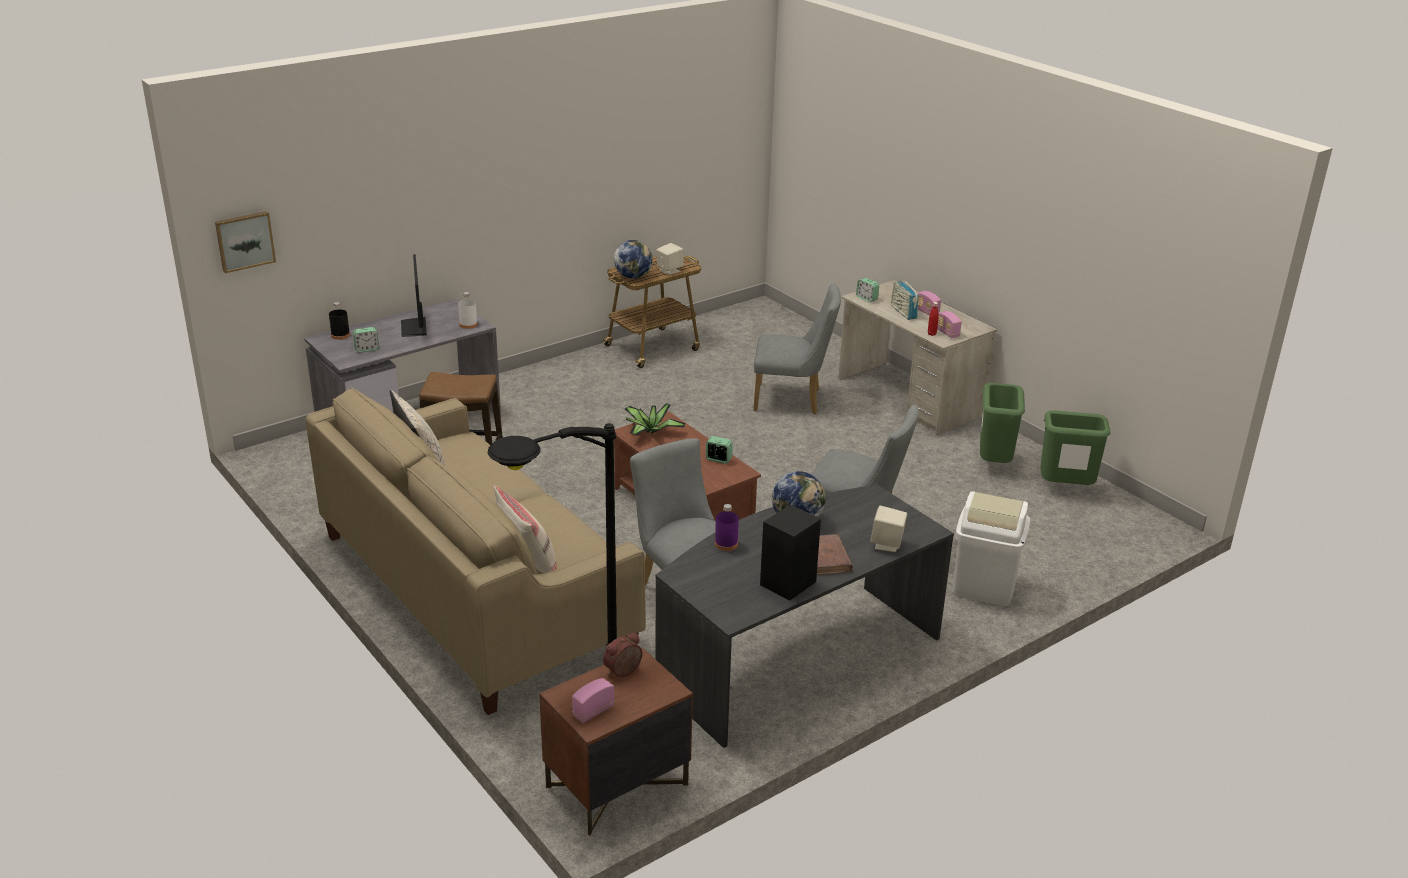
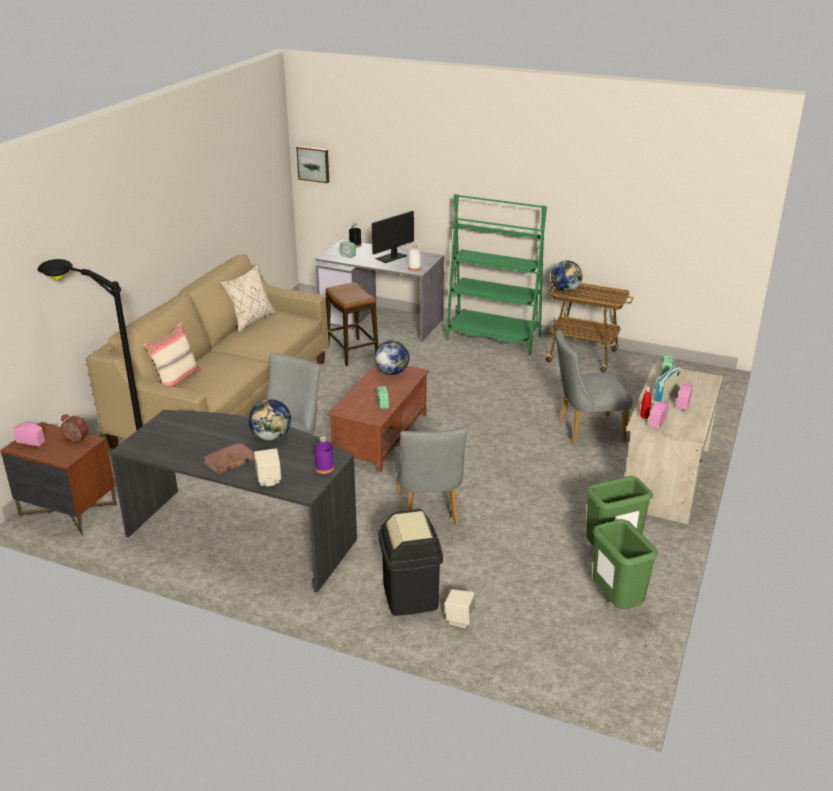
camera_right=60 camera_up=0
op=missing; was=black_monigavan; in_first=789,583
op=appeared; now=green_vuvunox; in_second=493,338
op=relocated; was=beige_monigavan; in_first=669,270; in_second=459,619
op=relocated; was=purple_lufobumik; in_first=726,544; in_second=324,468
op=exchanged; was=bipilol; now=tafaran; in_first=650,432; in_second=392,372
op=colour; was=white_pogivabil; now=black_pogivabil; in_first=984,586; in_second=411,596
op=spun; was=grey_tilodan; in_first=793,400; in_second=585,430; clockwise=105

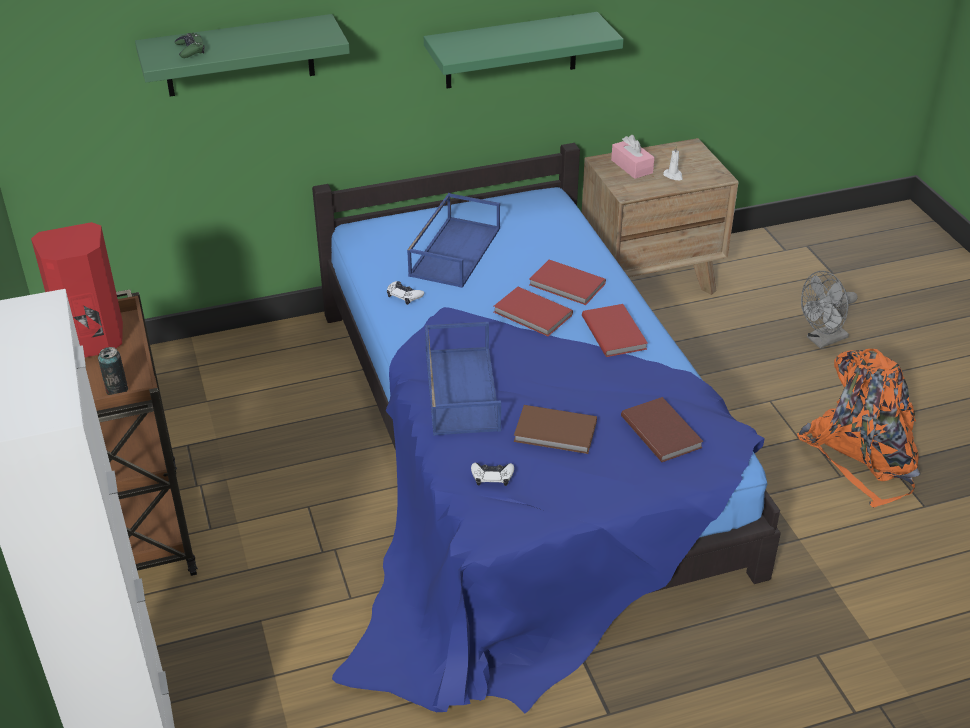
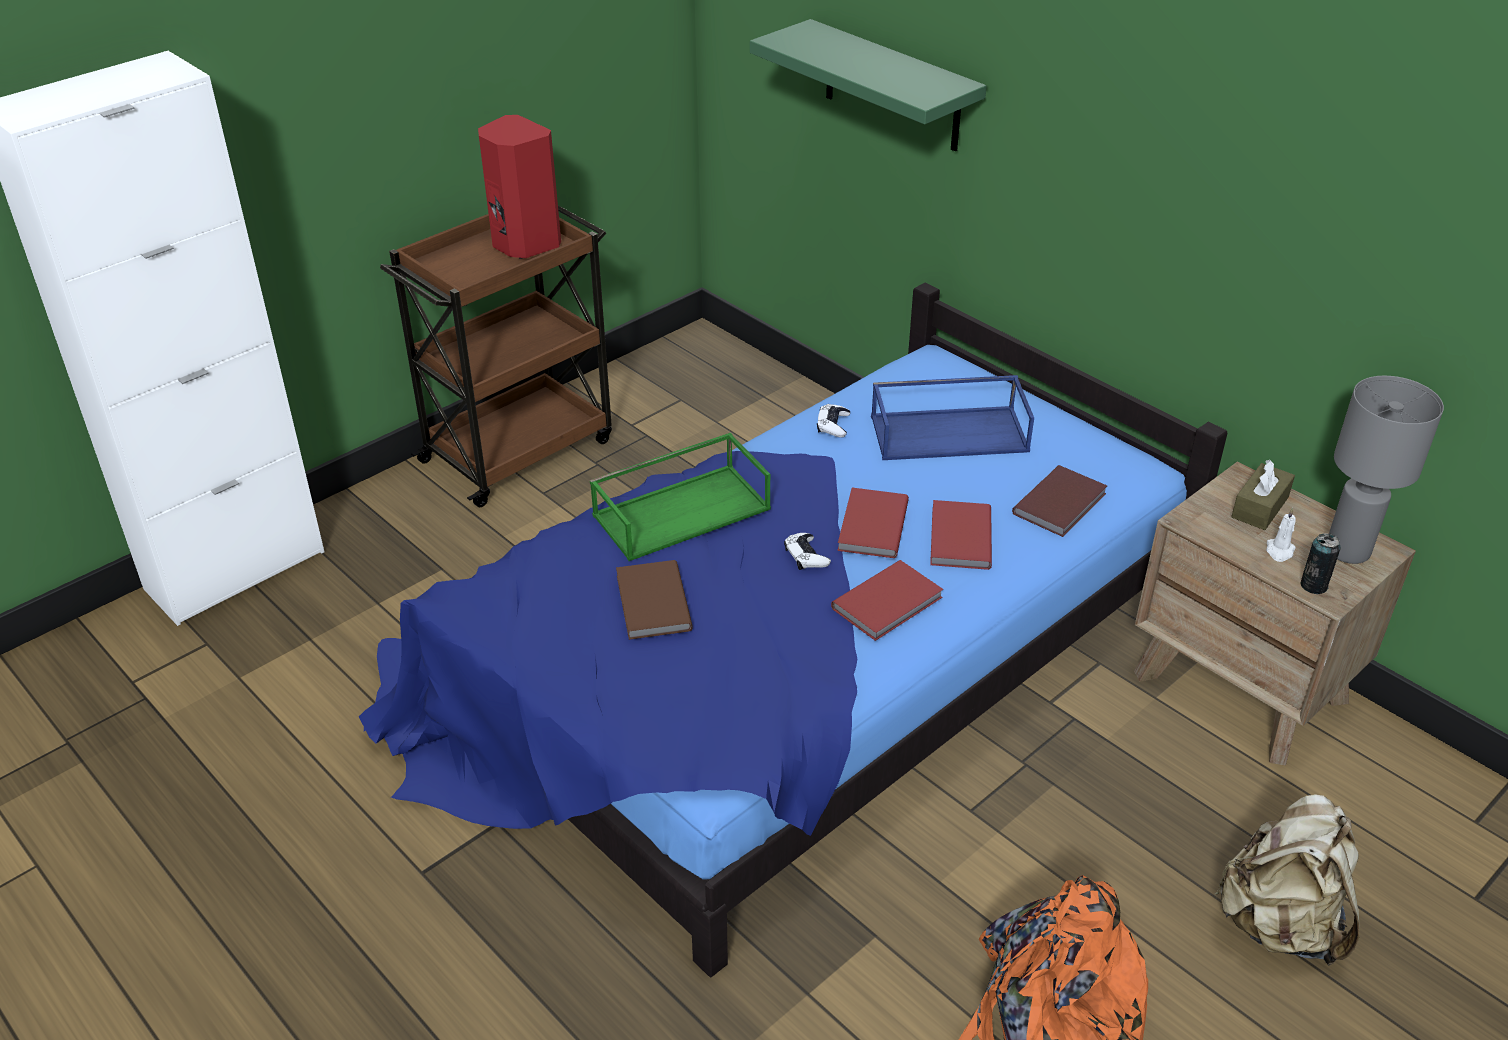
camera_right=65 camera_up=0
op=missing; was=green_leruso; in_first=190,50
op=missing; was=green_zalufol; in_first=511,51
op=appeared; now=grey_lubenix; in_second=1349,551
op=relocated; was=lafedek; in_first=117,390; in_second=1313,585
op=relocated; was=white_leruso; in_first=492,476; in_second=806,556
op=relocated; was=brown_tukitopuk; in_first=662,431; in_second=1062,504
op=exchanged; was=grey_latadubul; now=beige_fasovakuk; in_first=822,340; in_second=1279,923
op=colour; was=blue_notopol; now=green_notopol; in_first=460,389; in_second=682,510
op=colour; was=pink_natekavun; now=brown_natekavun; in_first=631,166; in_second=1260,507

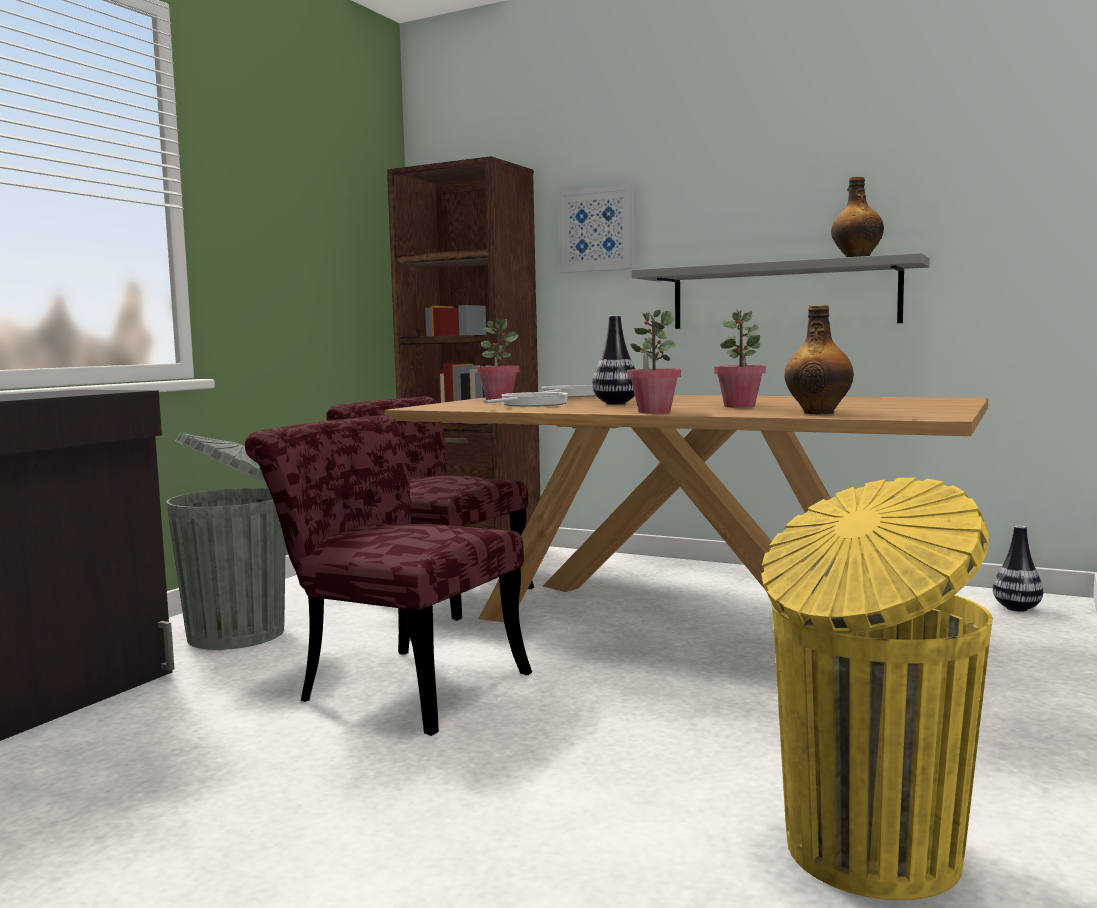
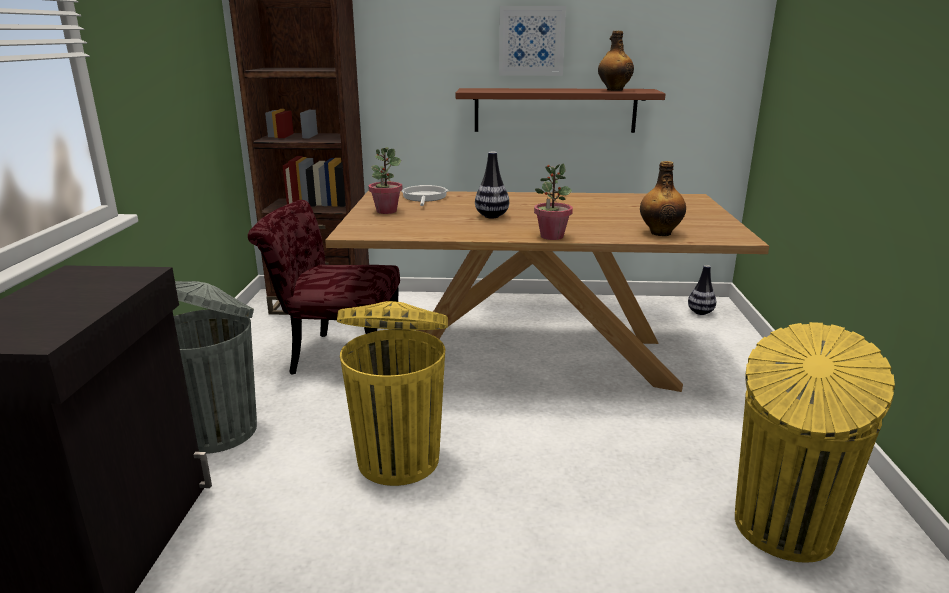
camera_right=-25 camera_up=15
op=missing; was=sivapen; in_first=531,404
op=missing; was=bipilol; in_first=739,406
op=relocated; was=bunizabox; in_first=597,230; in_second=531,41
op=exchanged; was=red_tilodan; now=yellow_pogivabil; in_first=397,684; in_second=399,458
op=colour; was=grey_zalufol; now=brown_zalufol; in_first=783,296; in_second=555,110

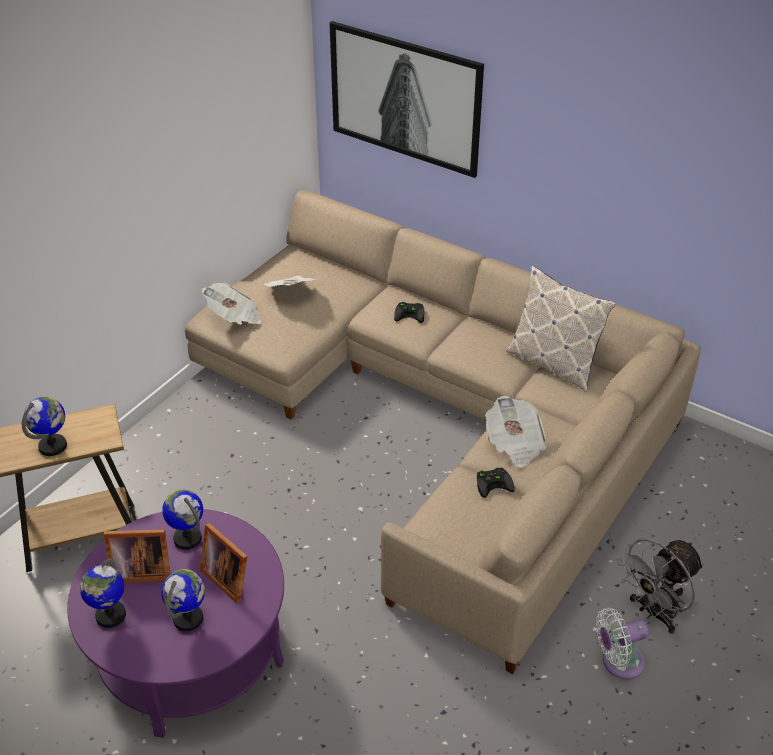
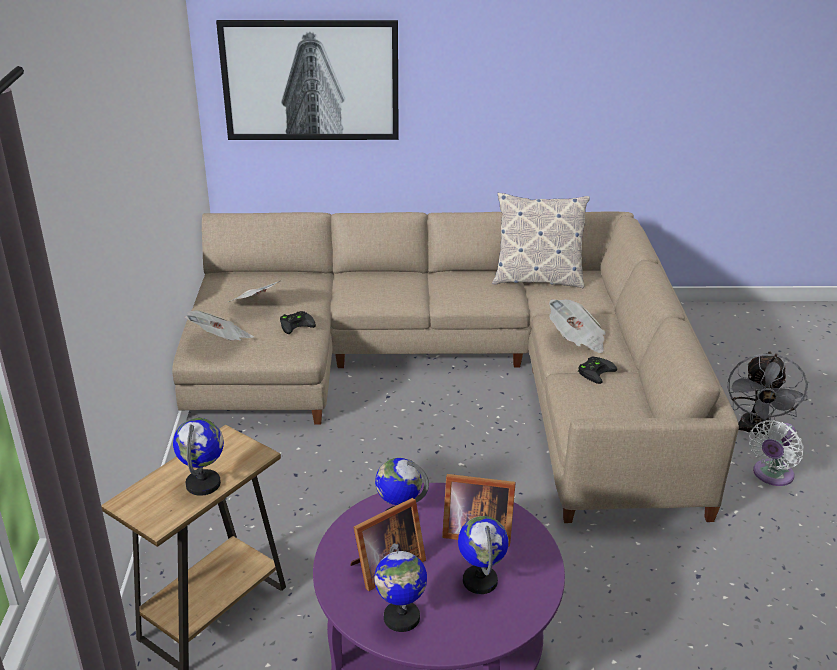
camera_right=-35 camera_up=-10
op=relocated; was=black_leruso; in_first=410,314; in_second=297,324

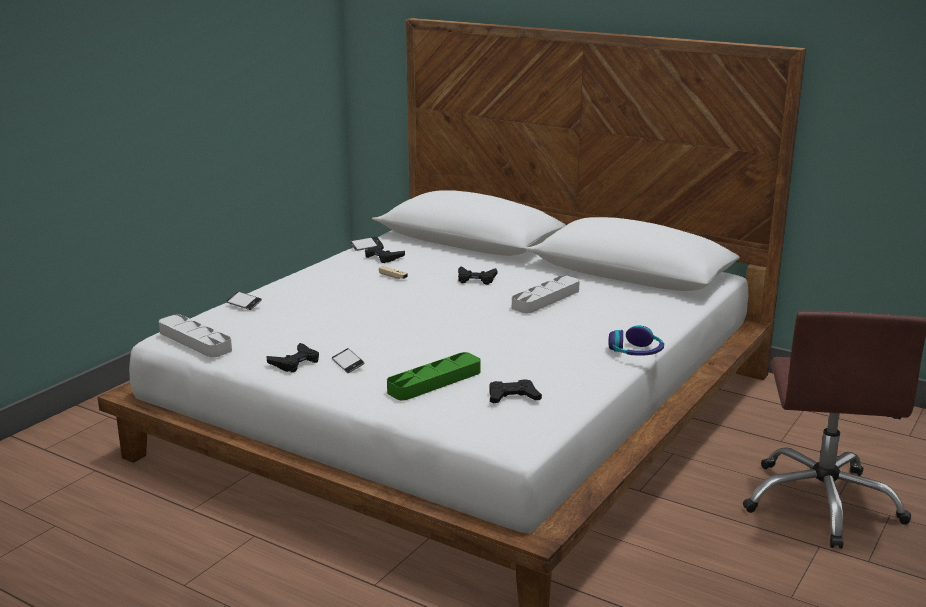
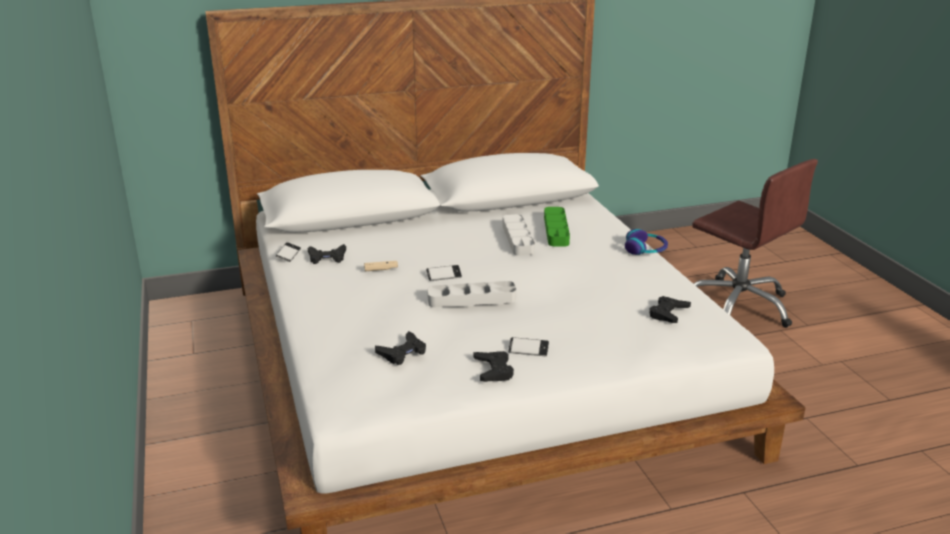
camera_right=-50 camera_up=5
op=relocated; was=grey_notopol; in_first=195,341; in_second=471,299
op=relocated; was=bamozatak; in_first=244,304; in_second=443,276
op=relocated; was=green_notopol; in_first=434,381; in_second=556,230
op=relocated; was=black_leruso; in_first=476,279; in_second=402,353

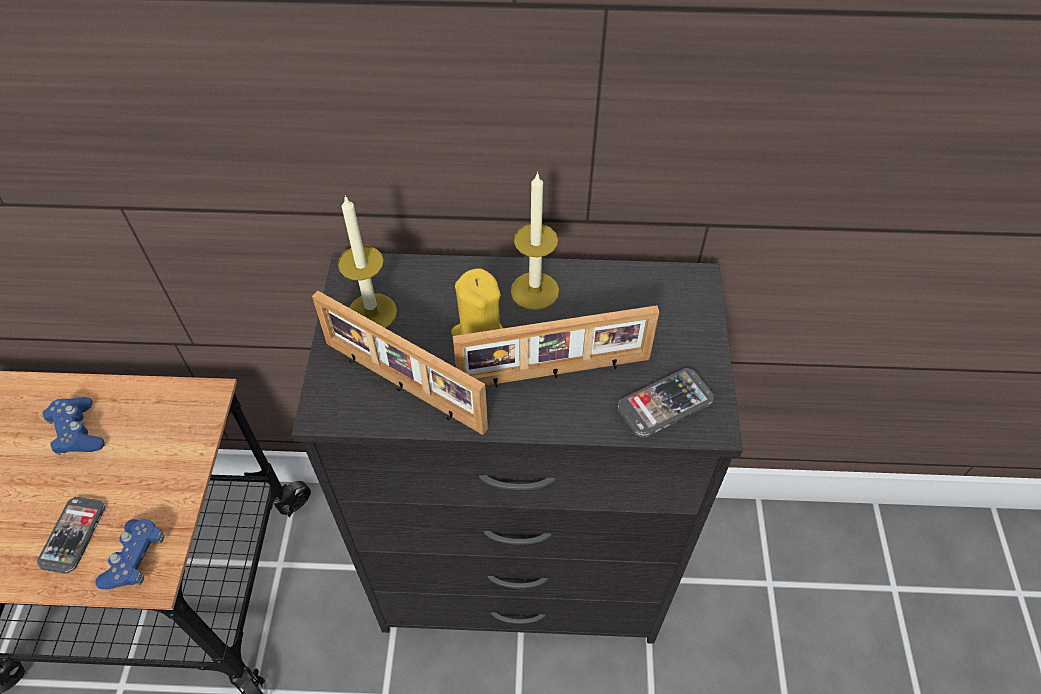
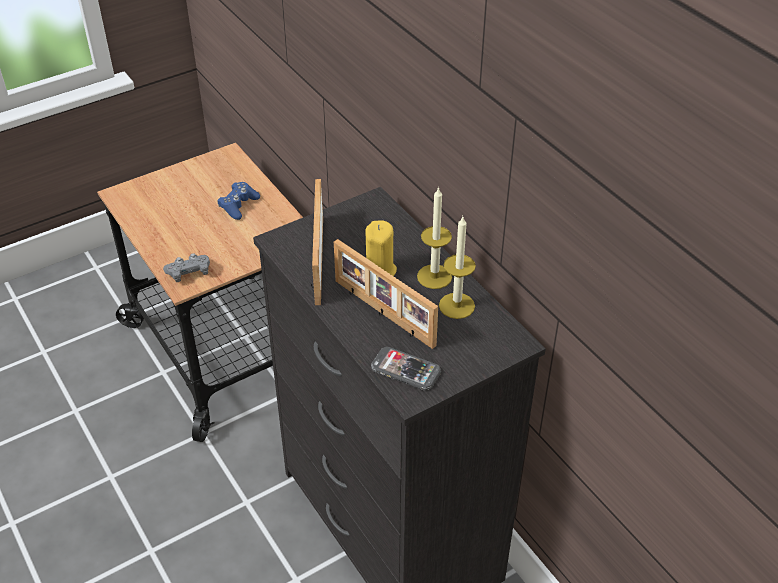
camera_right=55 camera_up=-10
op=missing; was=bamozatak; in_first=73,535
op=relocated; was=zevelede; in_first=372,313; in_second=456,306
op=colour; was=blue_leruso; now=grey_leruso; in_first=135,559; in_second=189,273

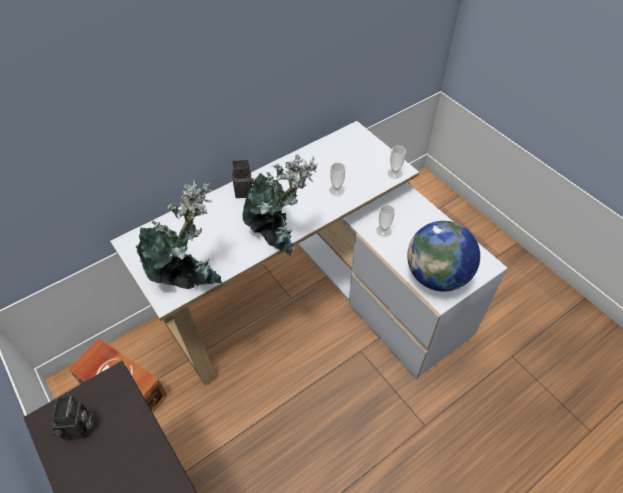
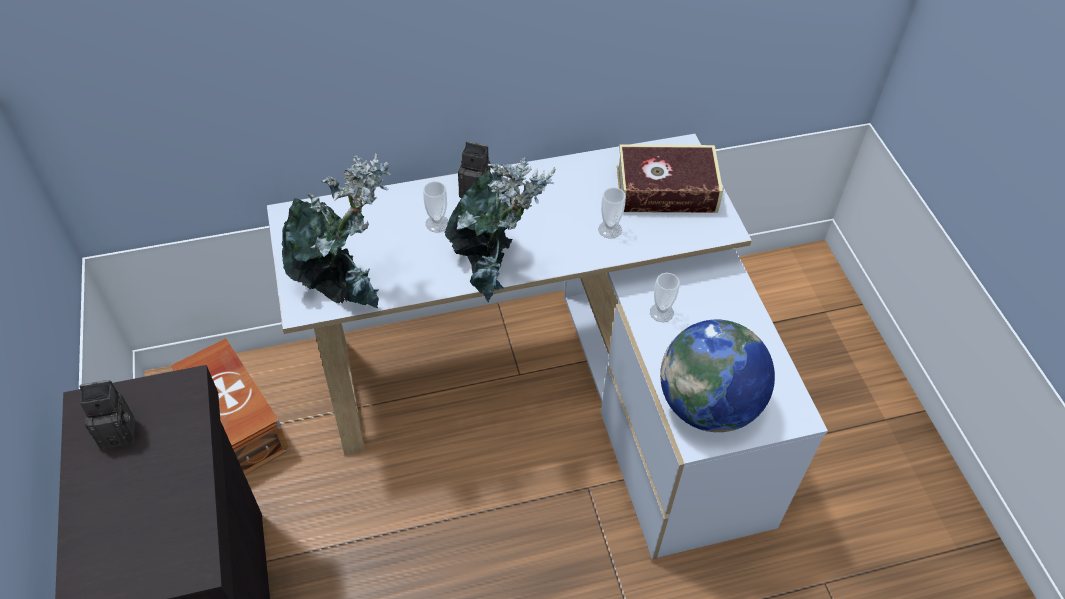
camera_right=20 camera_up=0
op=appeared; now=tukitopuk; in_second=666,189
op=relocated; was=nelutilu; in_first=394,173; in_second=437,223
op=spun; was=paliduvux; in_first=79,428; in_second=120,430; clockwise=-120

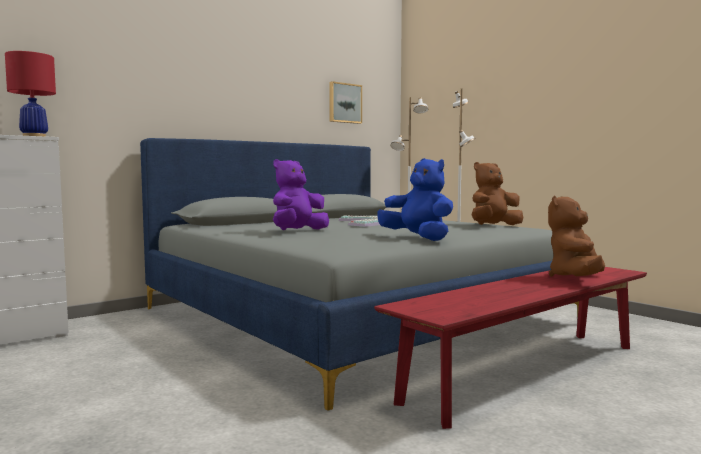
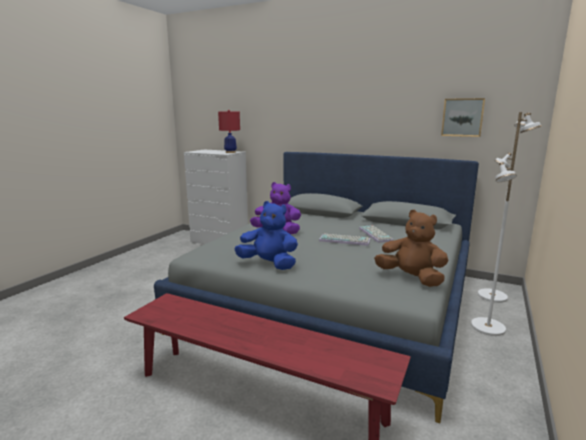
camera_right=65 camera_up=10
op=missing; was=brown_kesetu; in_first=576,278
op=spun; was=blue_kesetu; in_first=418,238; in_second=269,264; clockwise=-90

